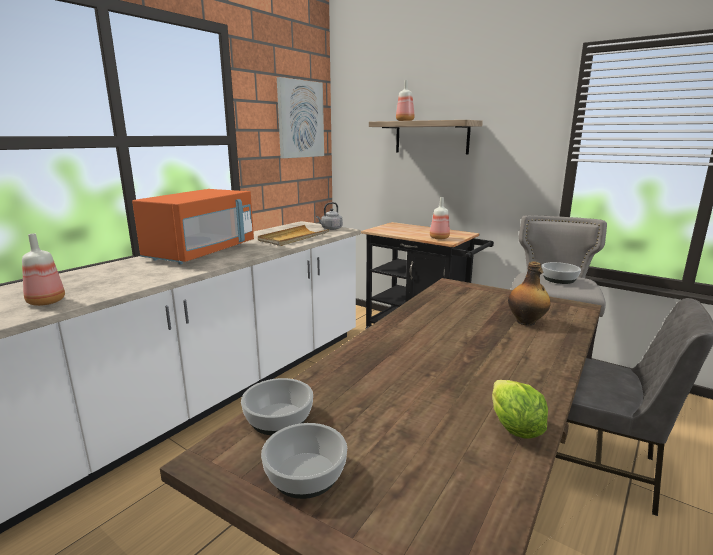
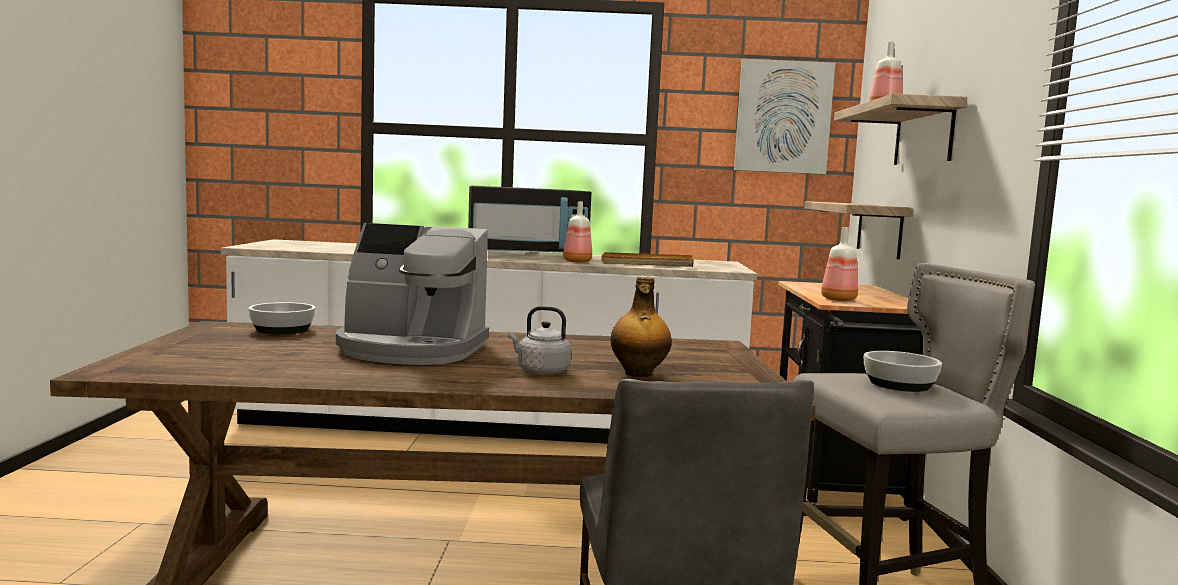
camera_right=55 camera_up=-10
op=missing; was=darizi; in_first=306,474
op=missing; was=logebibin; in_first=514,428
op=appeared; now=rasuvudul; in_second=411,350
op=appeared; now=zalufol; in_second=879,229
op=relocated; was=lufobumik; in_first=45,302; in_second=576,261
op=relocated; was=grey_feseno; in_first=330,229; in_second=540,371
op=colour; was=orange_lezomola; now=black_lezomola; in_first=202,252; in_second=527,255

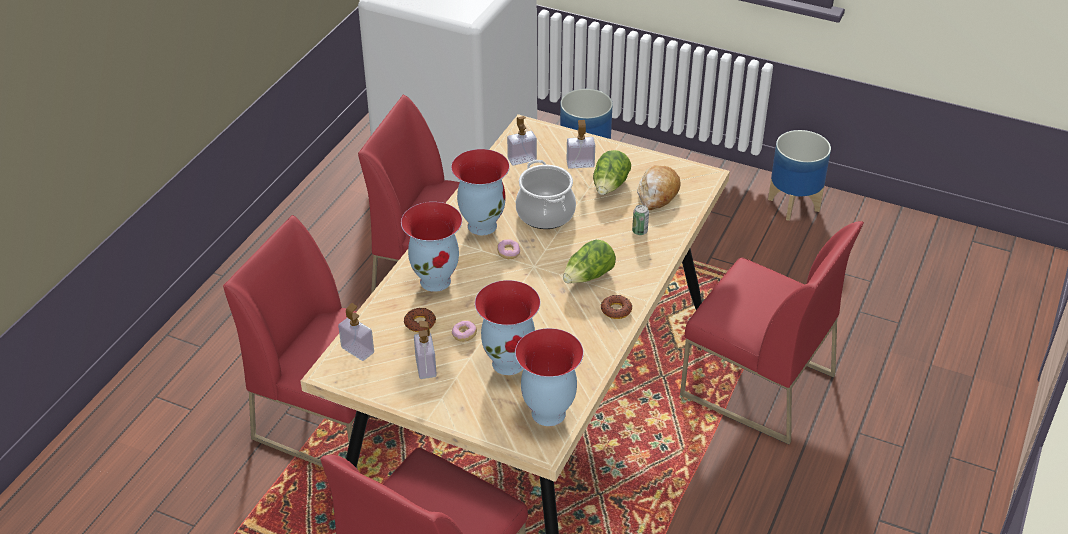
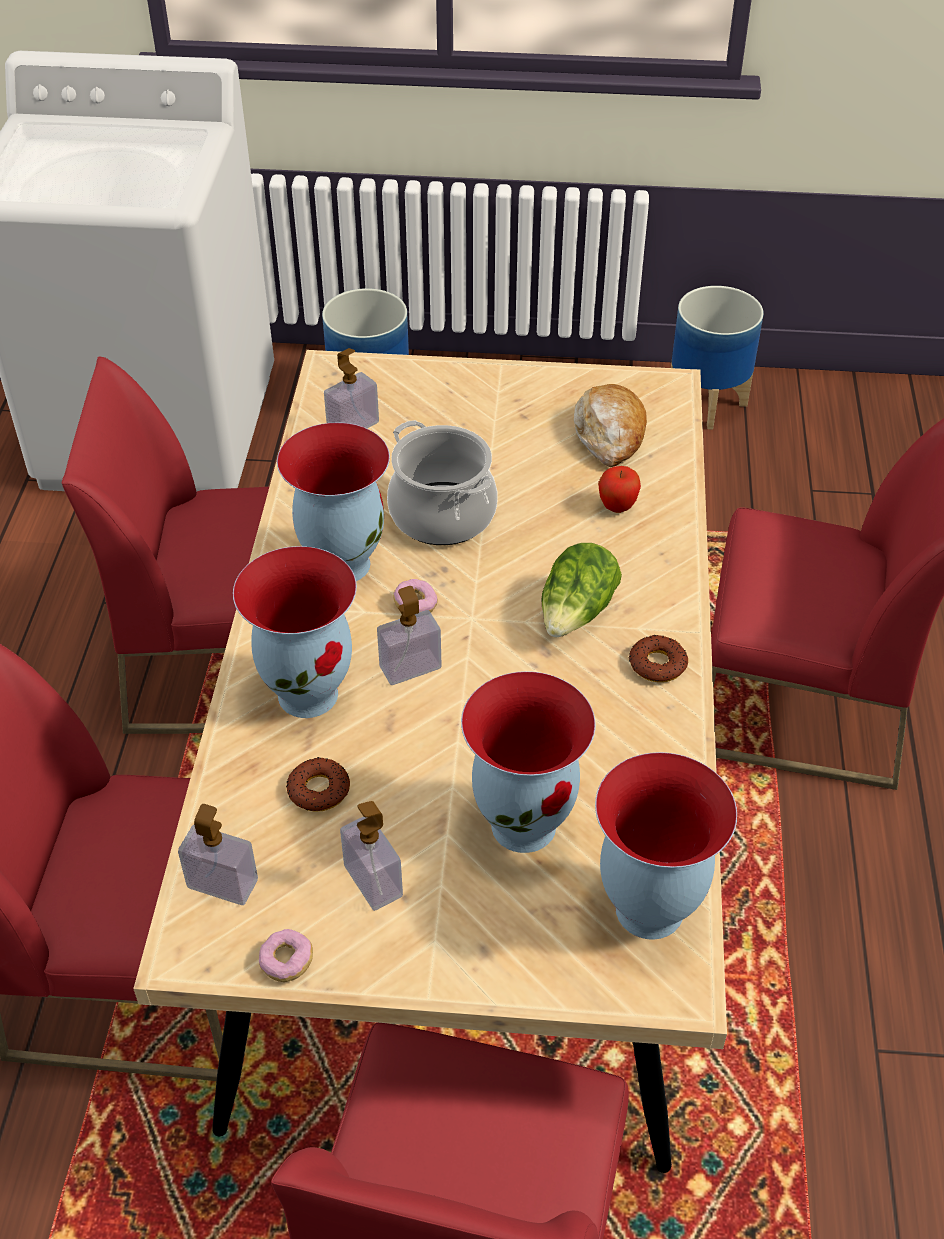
camera_right=-20 camera_up=5
op=missing; was=logebibin; in_first=610,186
op=relocated; was=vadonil; in_first=464,335; in_second=287,962
op=relocated; was=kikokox; in_first=580,164; in_second=410,667
op=exchanged; was=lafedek; now=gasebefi; in_first=639,231; in_second=617,507

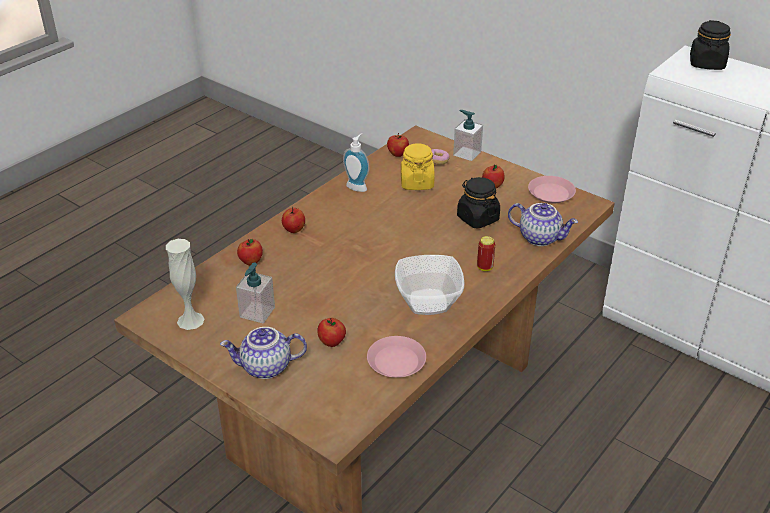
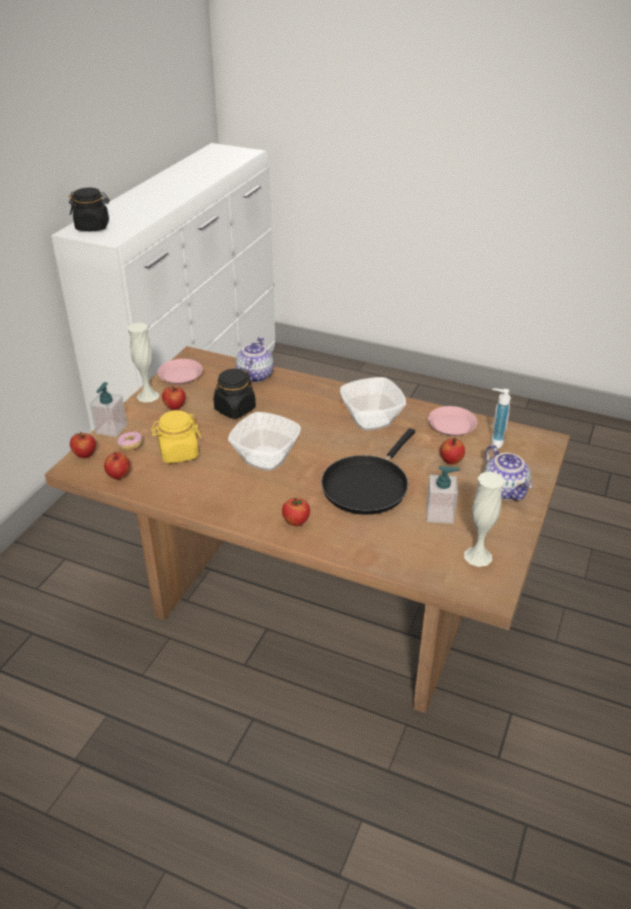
camera_right=-105 camera_up=0
op=missing; was=lafedek; in_first=485,268
op=appeared; now=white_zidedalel; in_second=148,396
op=appeared; now=darizi; in_second=266,459
op=appeared; now=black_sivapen; in_second=367,485
op=relocated; was=gasebefi; in_first=251,262; in_second=85,454
op=relocated; was=kikokox; in_first=358,186; in_second=494,441

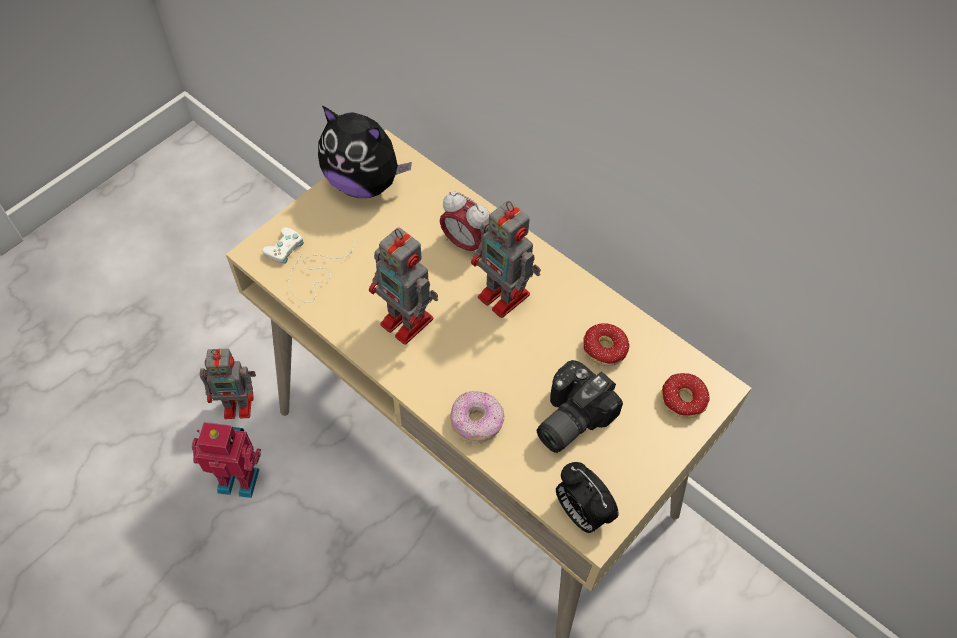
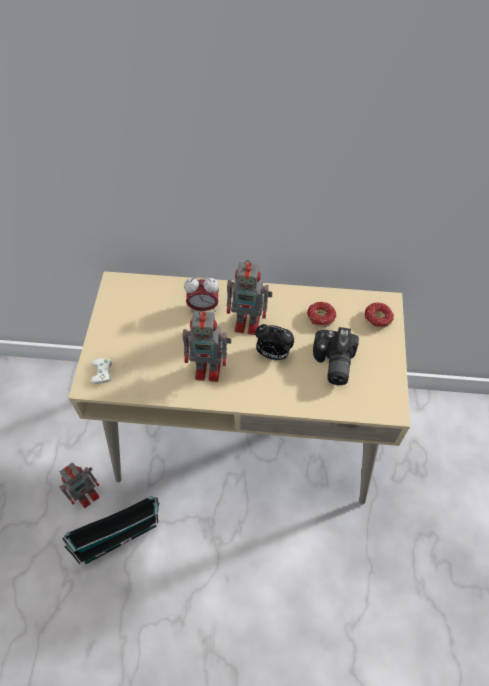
camera_right=-35 camera_up=0
op=missing; was=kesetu; in_first=364,182
op=missing; was=vadonil; in_first=476,422
op=relocated; was=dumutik; in_first=581,512; in_second=272,353
op=exchanged; was=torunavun; now=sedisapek; in_first=239,477; in_second=121,534

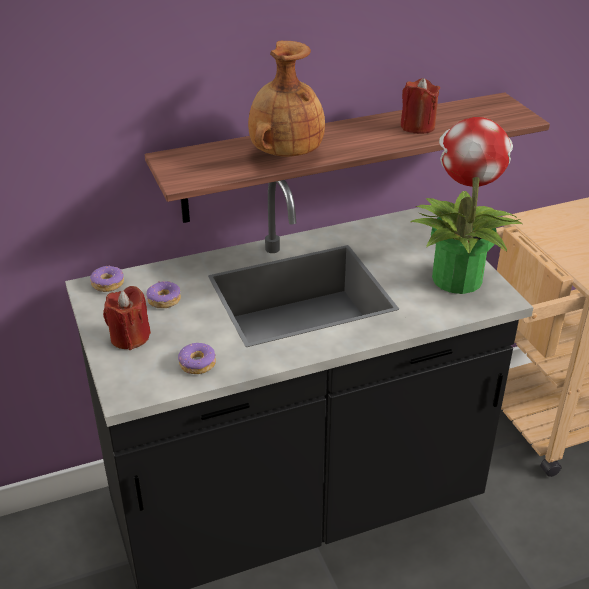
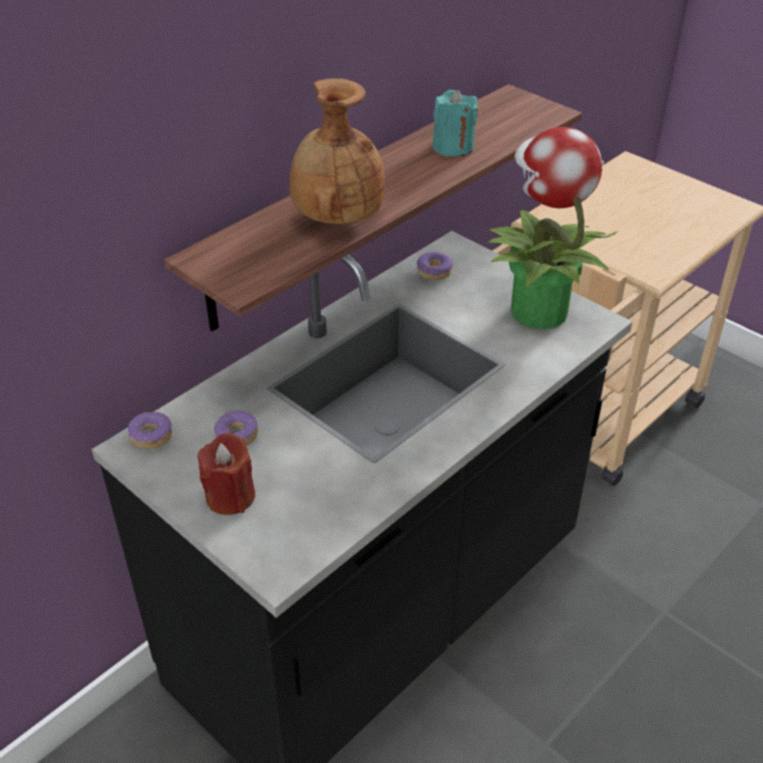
camera_right=-25 camera_up=5
op=relocated; was=vadonil; in_first=197,364; in_second=434,272
op=colour; was=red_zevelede; now=turquoise_zevelede; in_first=417,126; in_second=453,147

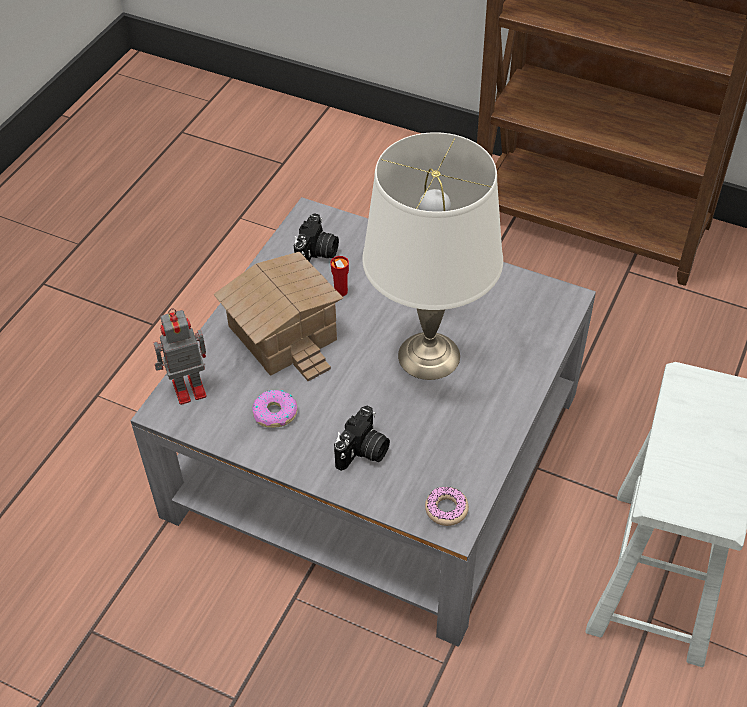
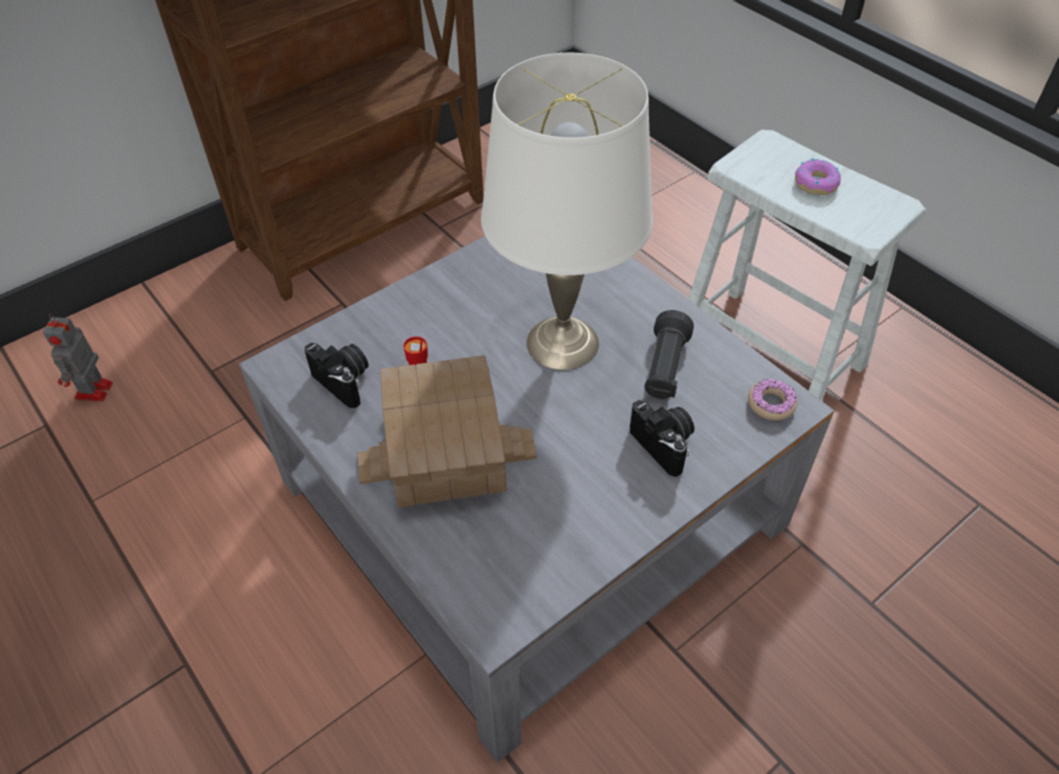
camera_right=-65 camera_up=0
op=appeared; now=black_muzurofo; in_second=664,369
op=relocated; was=torunavun; in_first=187,389; in_second=93,392
op=relocated; was=vadonil; in_first=275,413; in_second=816,183

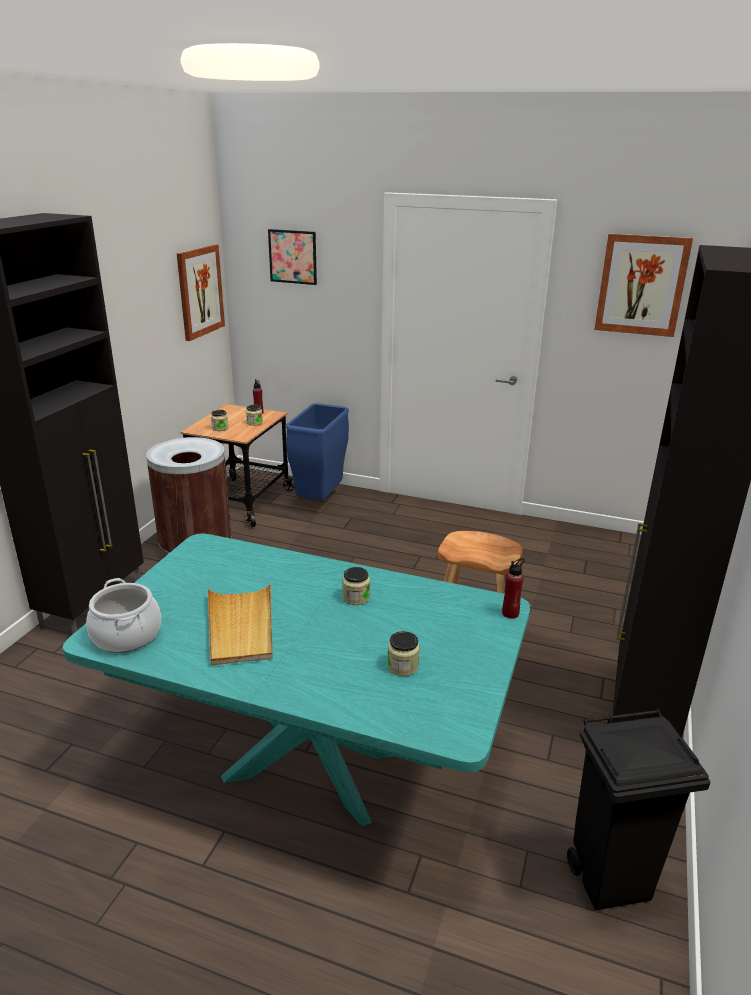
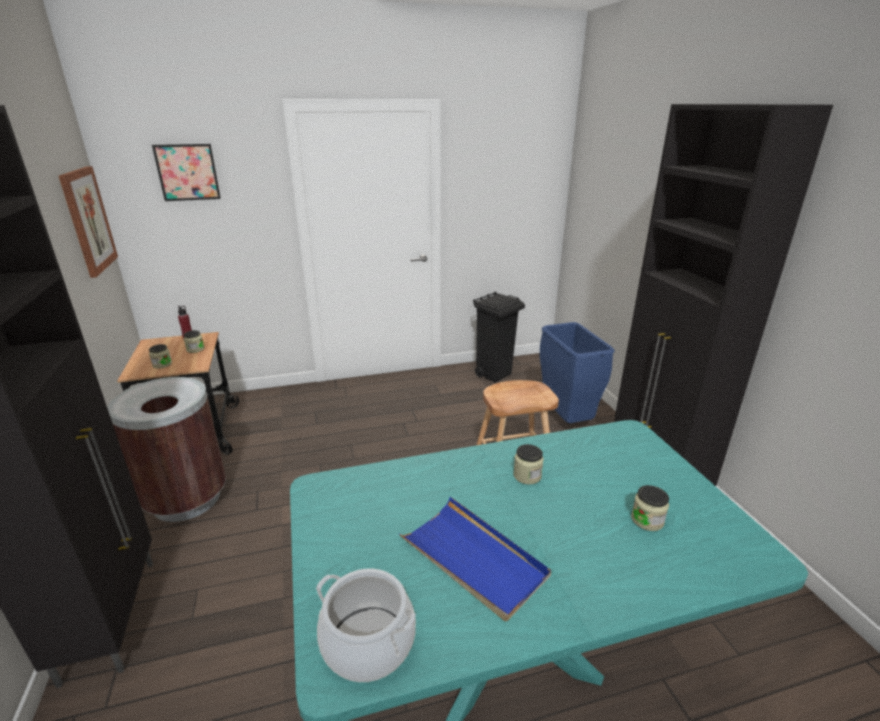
camera_right=-35 camera_up=0
op=missing; was=red_lufobumik; in_first=510,613
op=missing; was=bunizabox; in_first=641,285
op=relocated; was=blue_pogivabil; in_first=320,501; in_second=566,419
op=relocated; was=black_pogivabil; in_first=611,881; in_second=494,374
op=colour; was=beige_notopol; now=blue_notopol; in_first=240,627; in_second=473,559

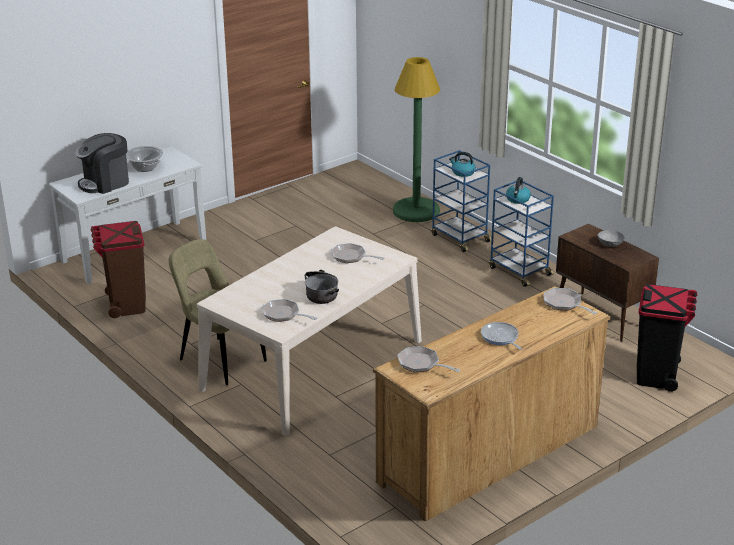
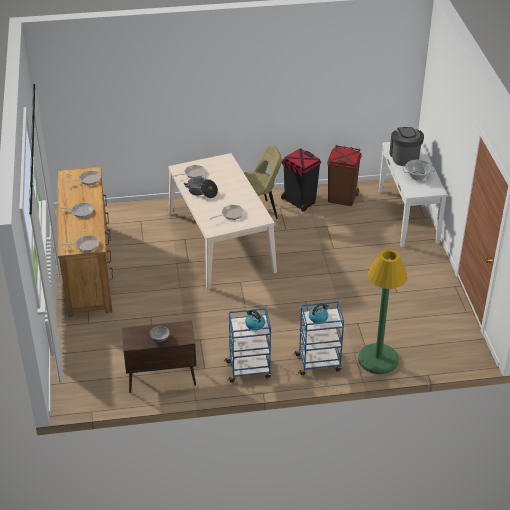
camera_right=120 camera_up=10
op=relocated; was=black_pogivabil; in_first=657,375; in_second=299,201

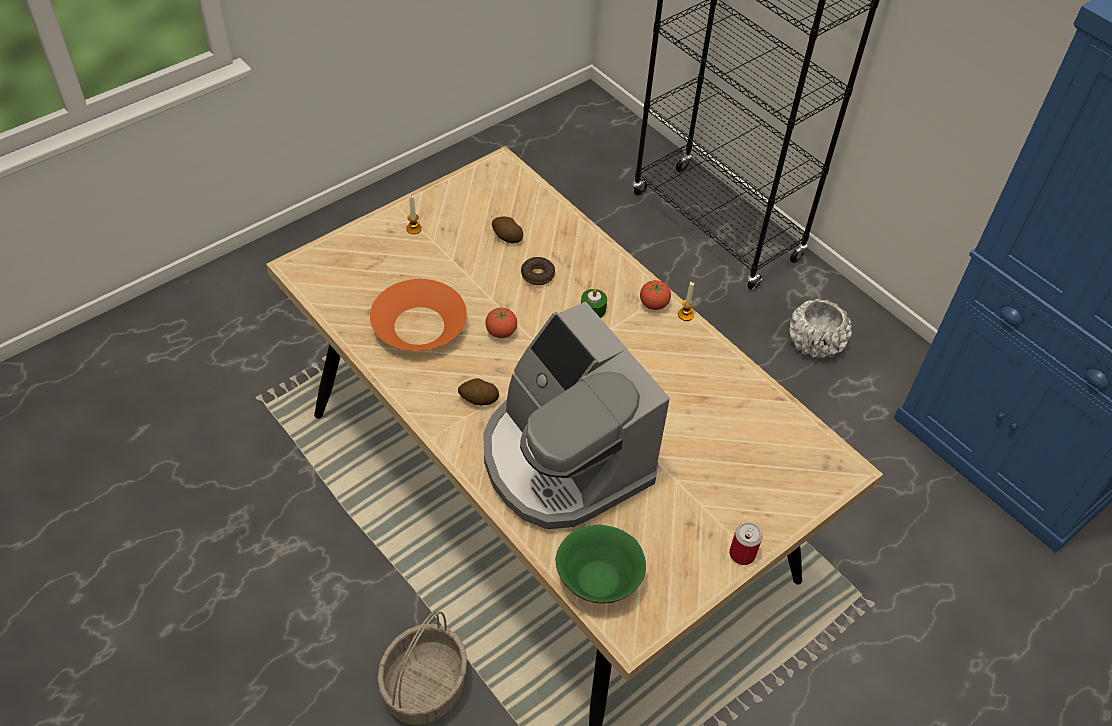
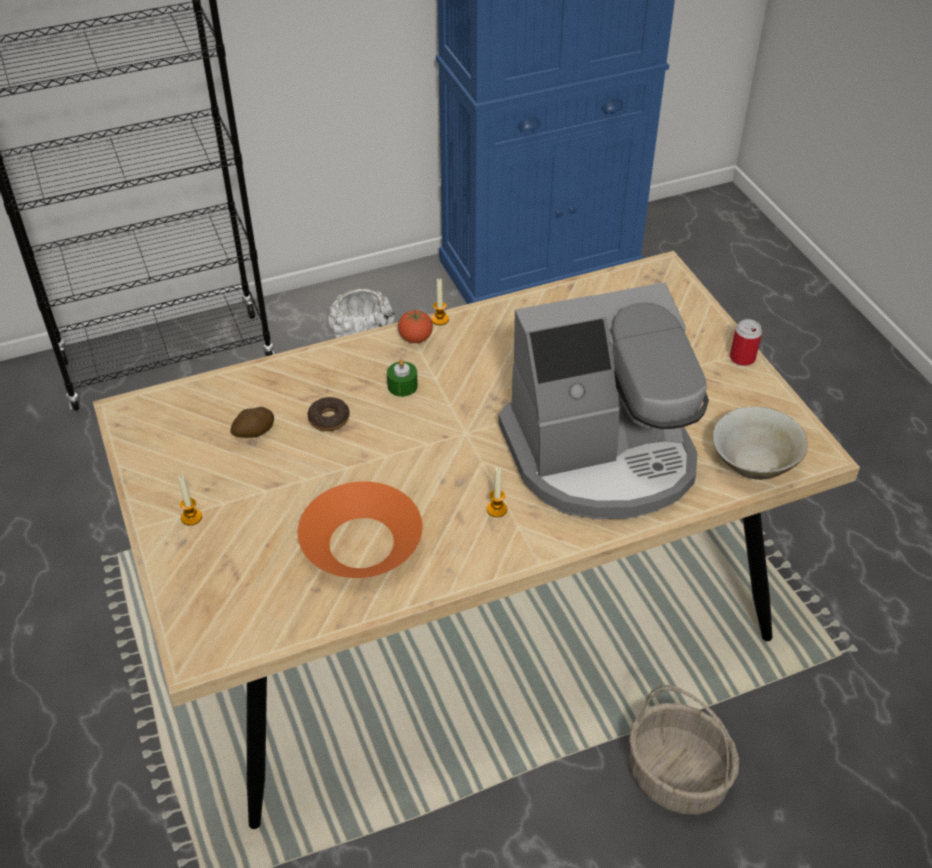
camera_right=-70 camera_up=-5
op=missing; was=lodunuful; in_first=501,332
op=exchanged; was=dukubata; now=zevelede; in_first=478,399; in_second=496,509
op=colour; was=green_darizi; now=beige_darizi; in_first=598,579; in_second=753,463

